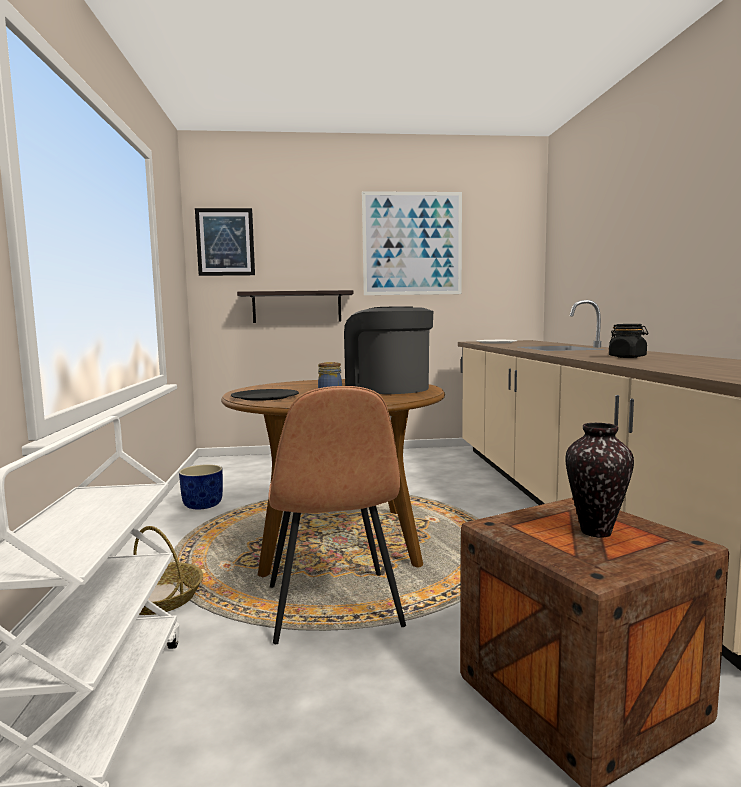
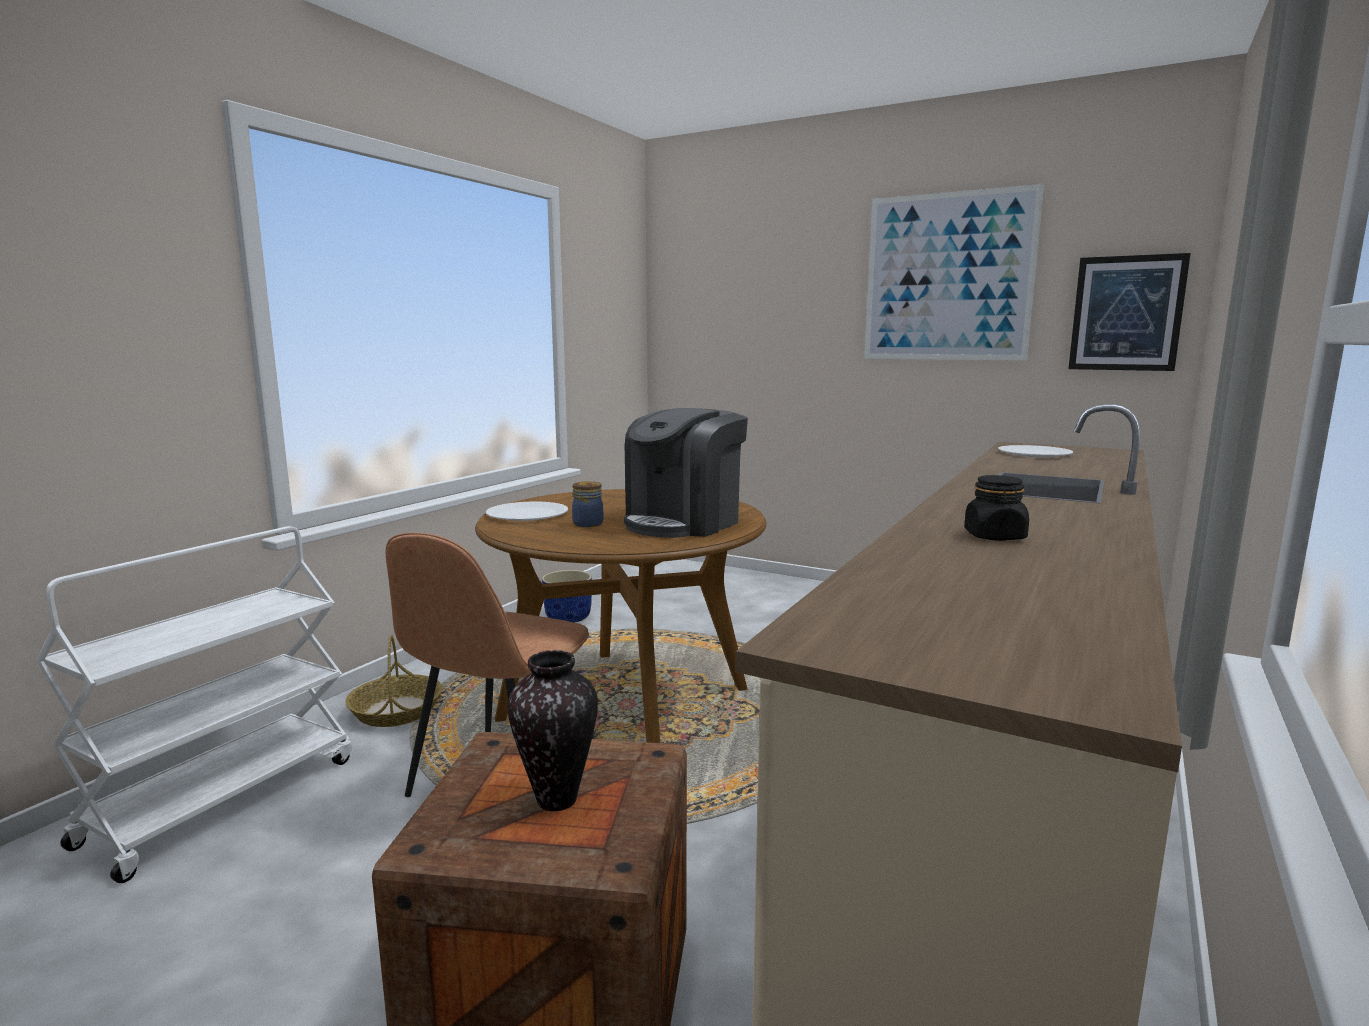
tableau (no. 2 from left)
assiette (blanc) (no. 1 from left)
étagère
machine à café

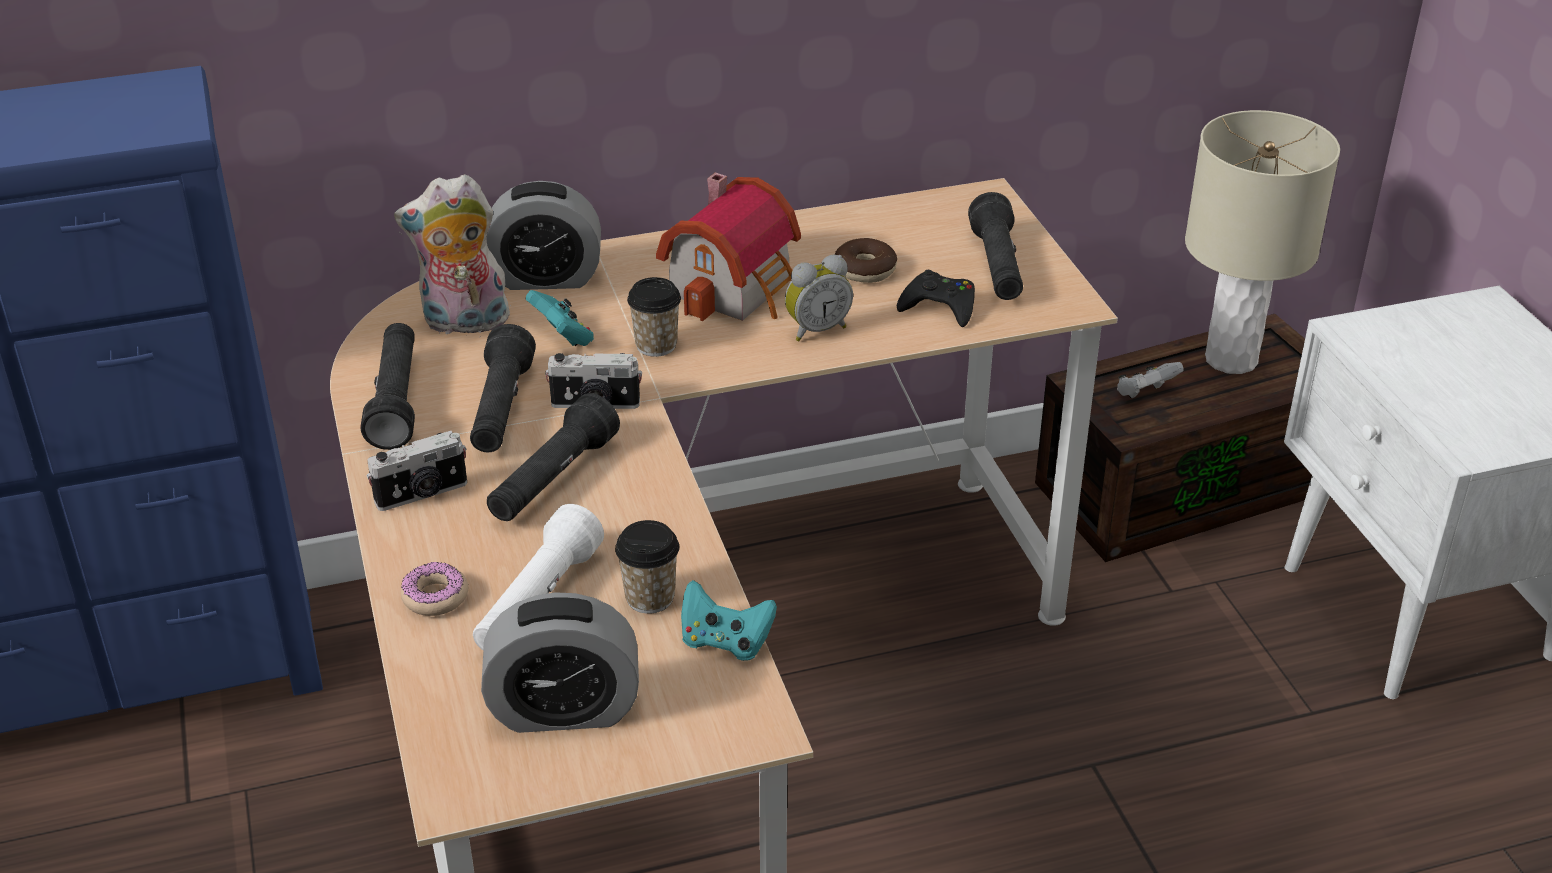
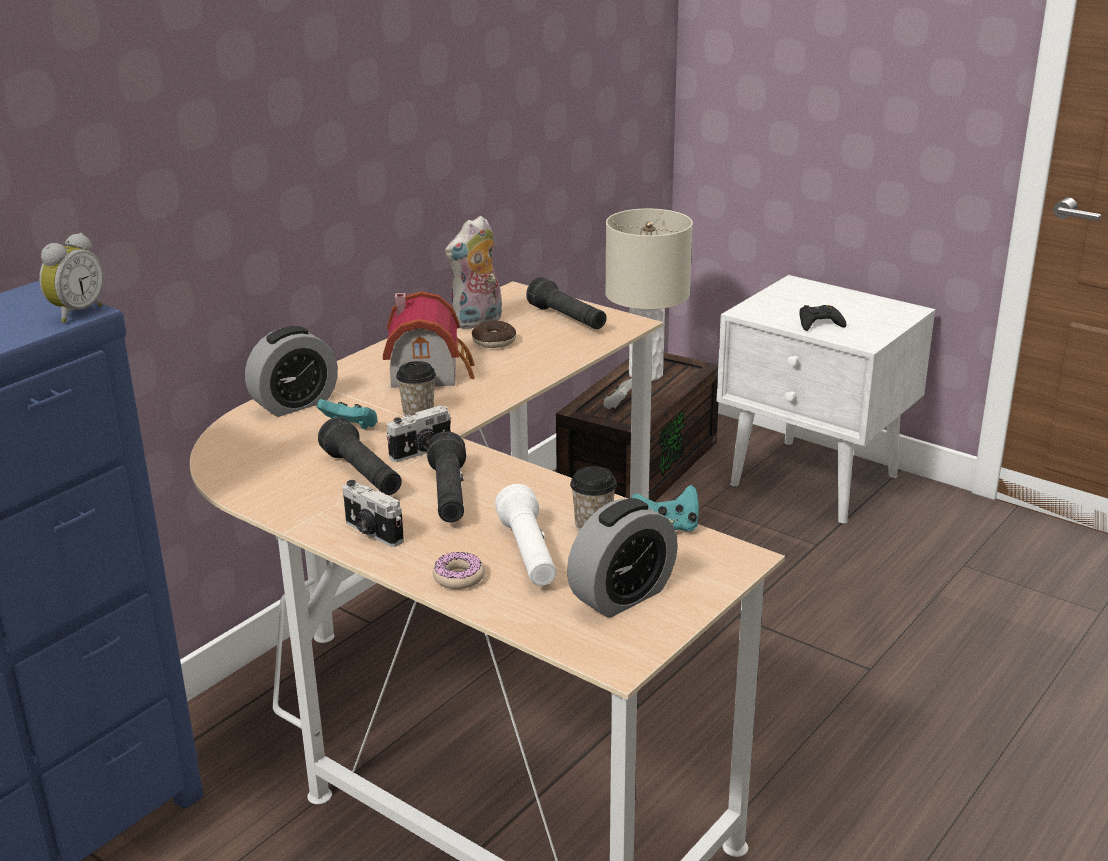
lampe de poche (noir) (no. 1 from left in the first image)
appareil photo (no. 1 from left)
peluche
réveil (no. 1 from left)
manette (noir)

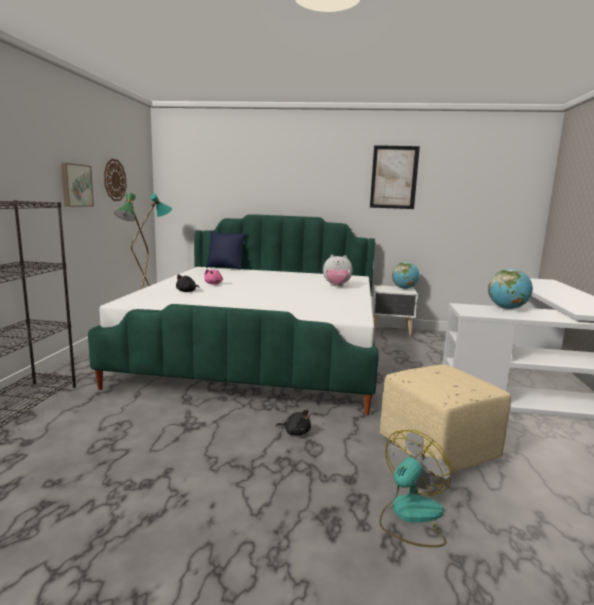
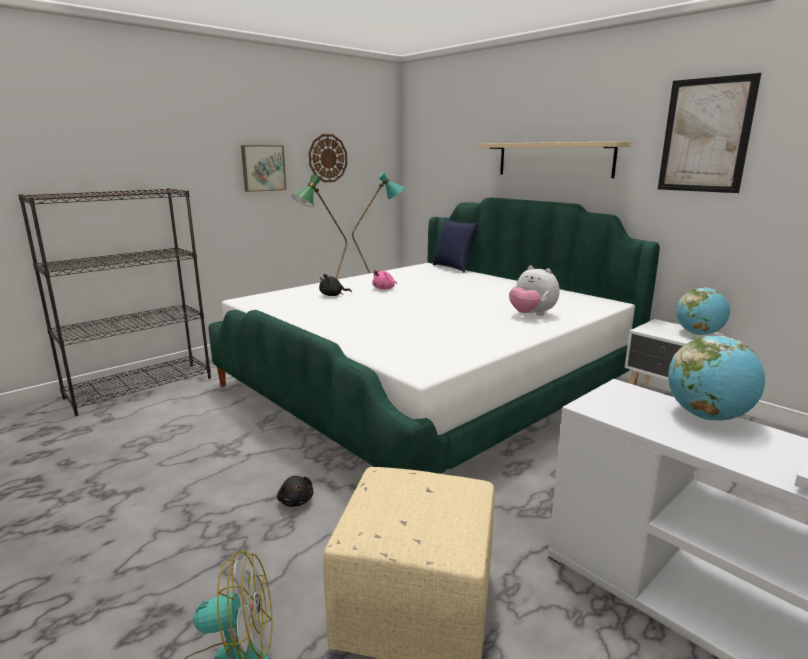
étagère (beige)

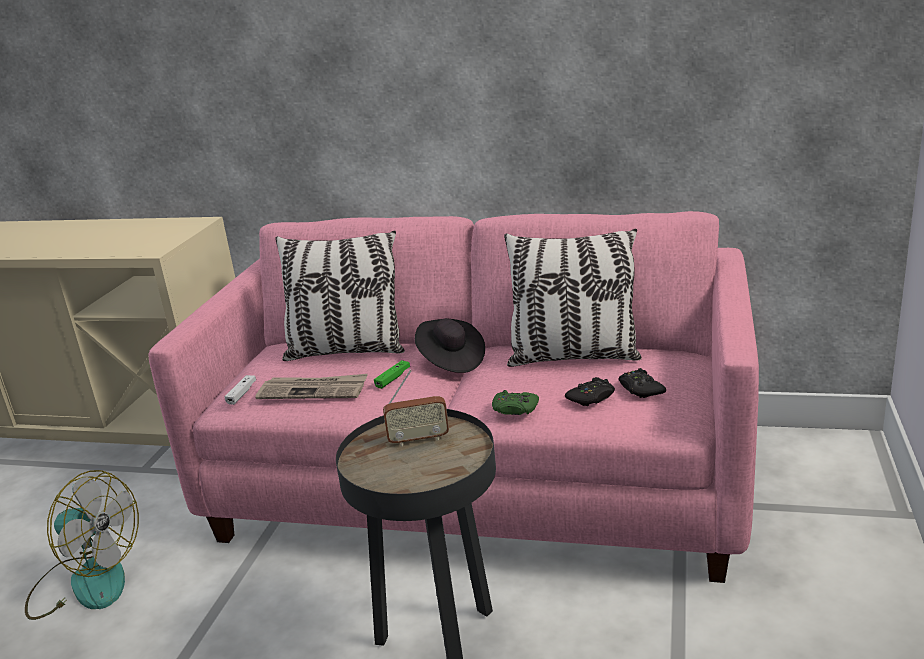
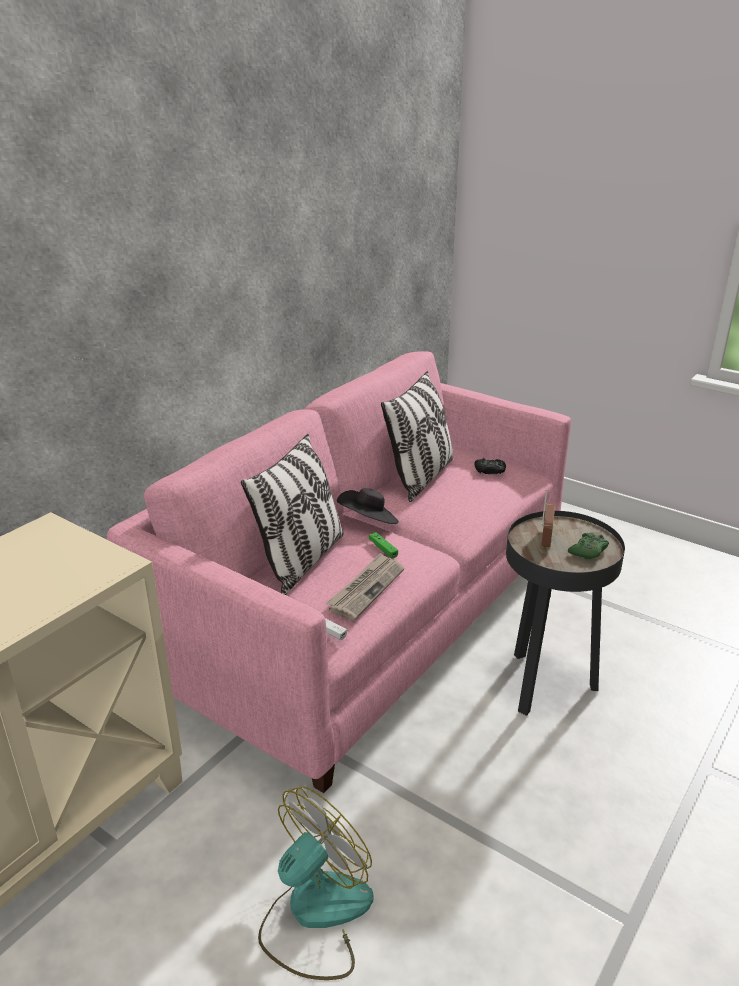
manette (vert) (no. 2 from left)
manette (noir) (no. 1 from left in the first image)

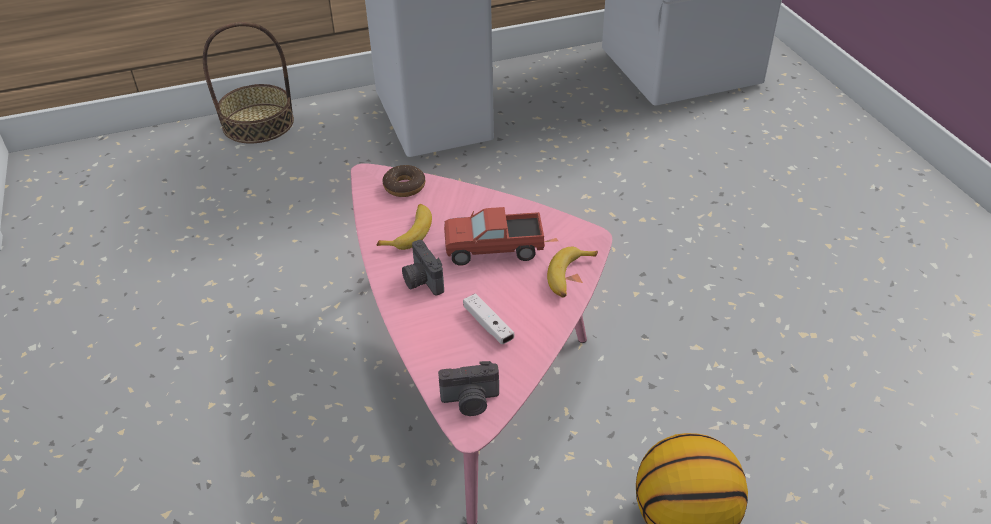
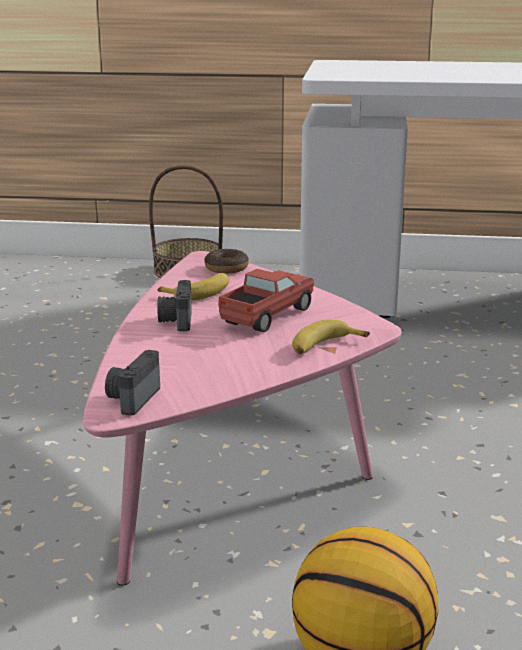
appareil photo (no. 1 from left)
camion jouet
manette (blanc)

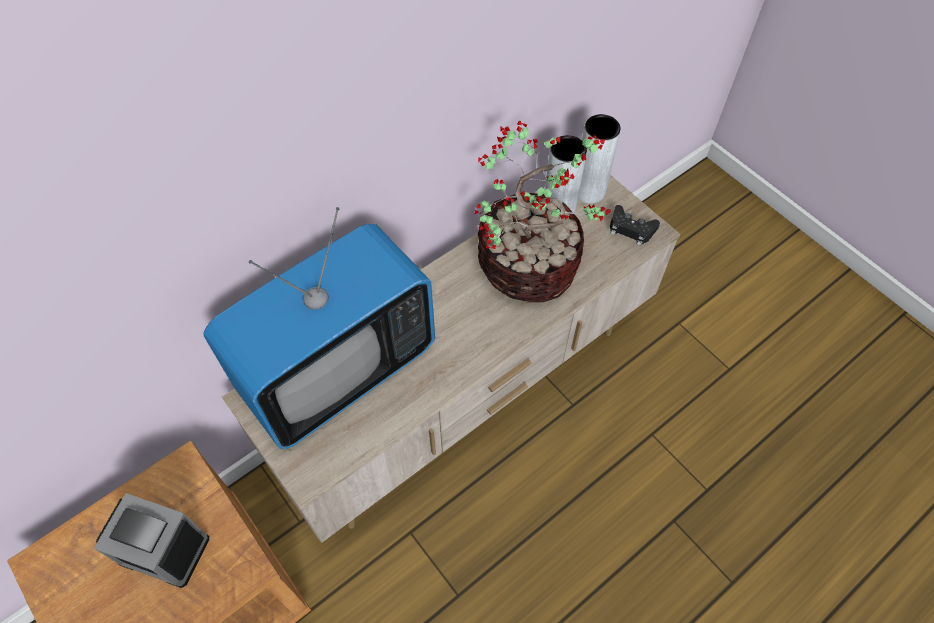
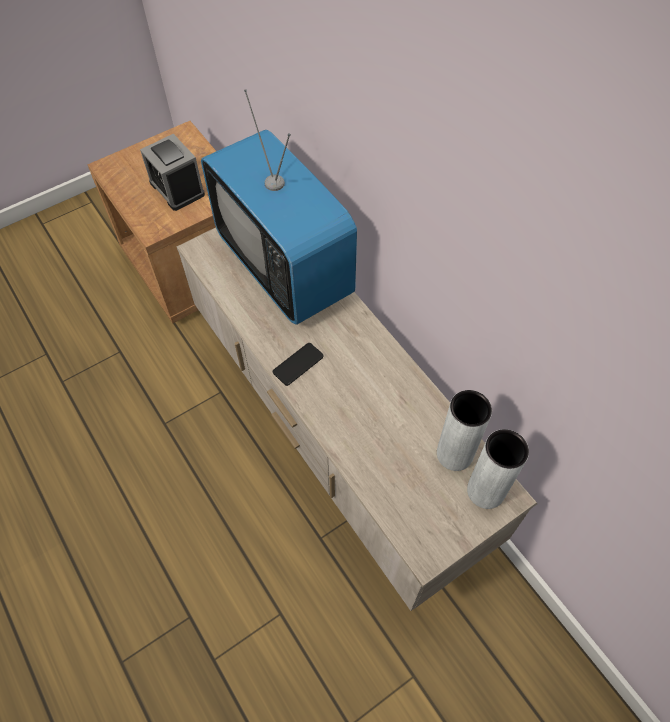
réveil
plante en pot
manette (noir)
téléphone

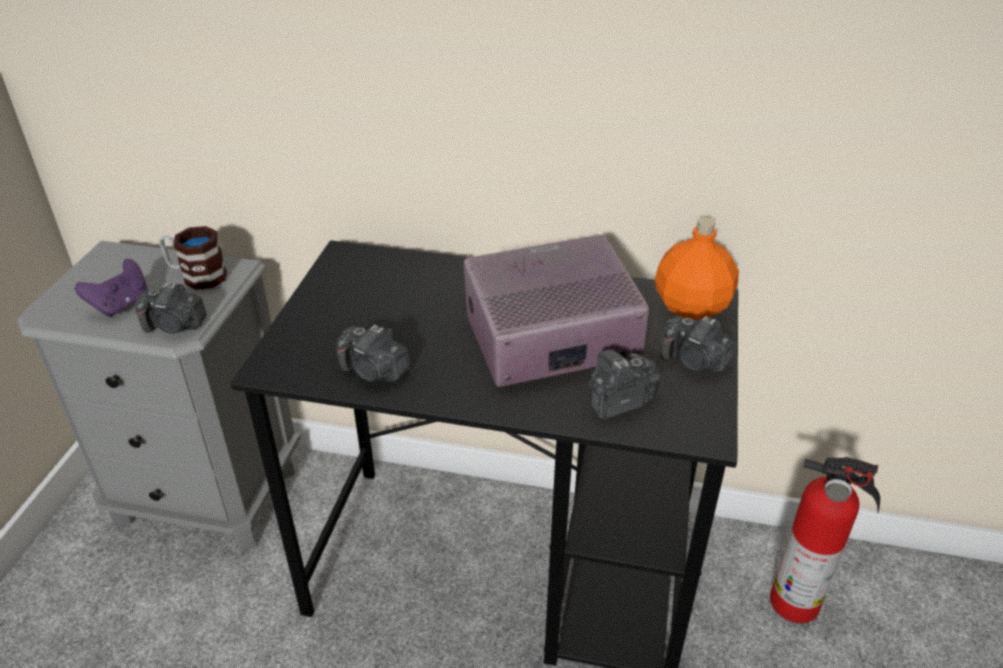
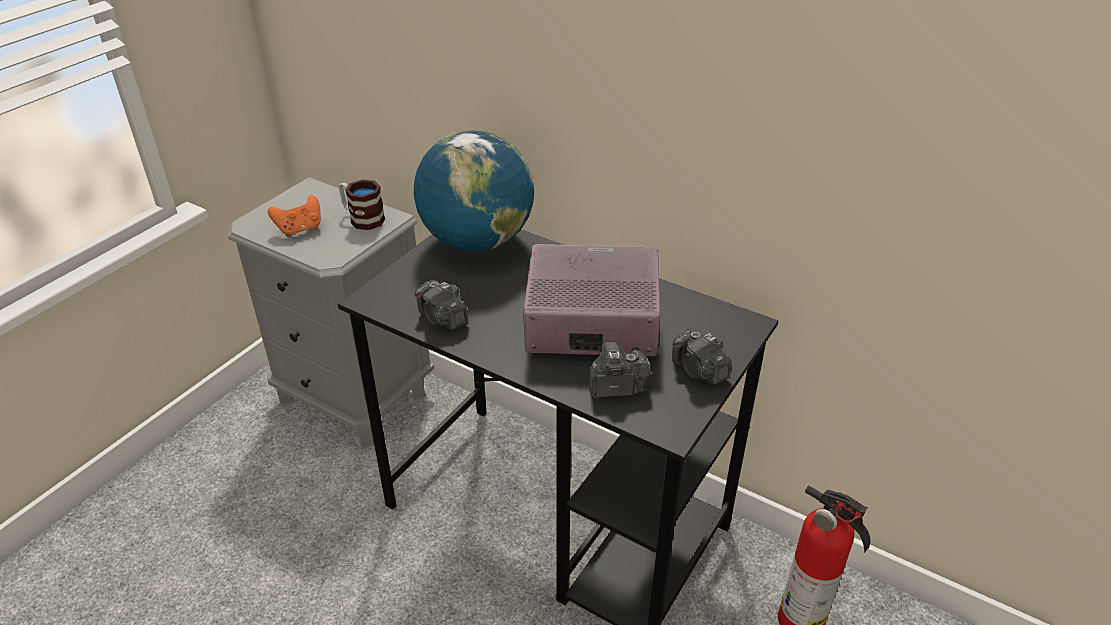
manette (orange)
appareil photo (no. 1 from left in the first image)
bouteille (orange)
globe

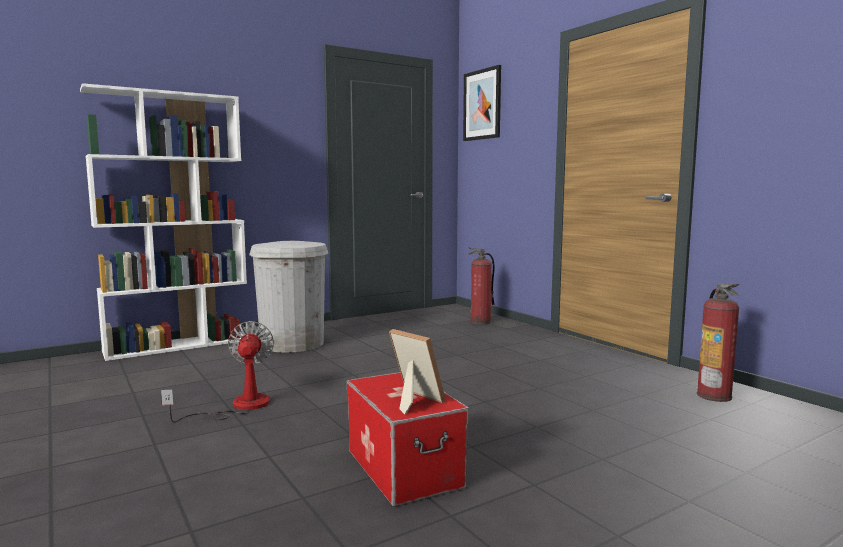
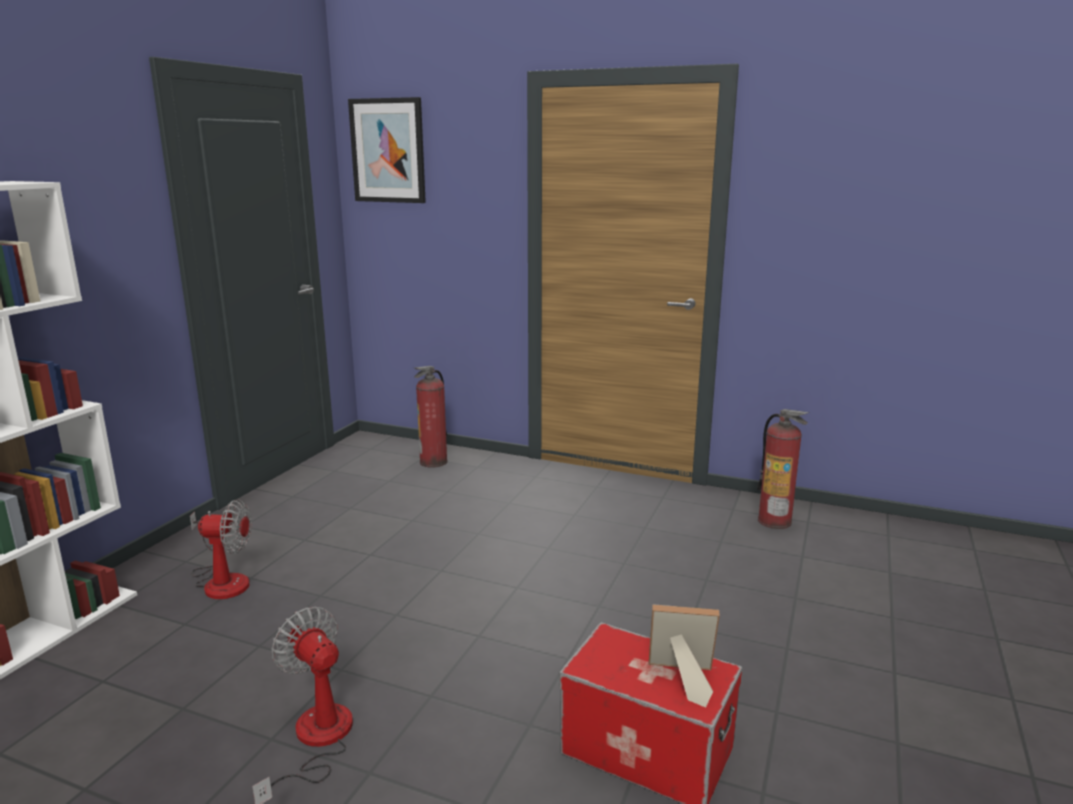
ventilateur (no. 1 from left)

